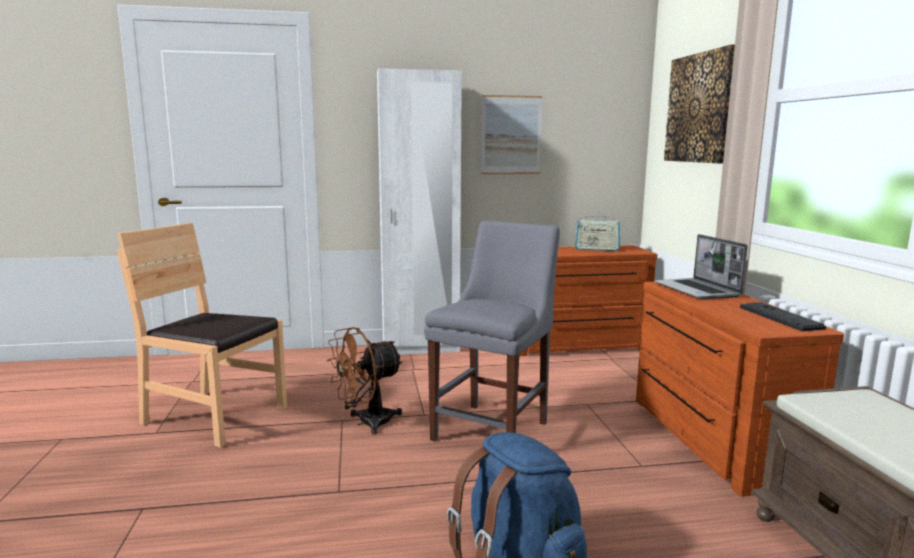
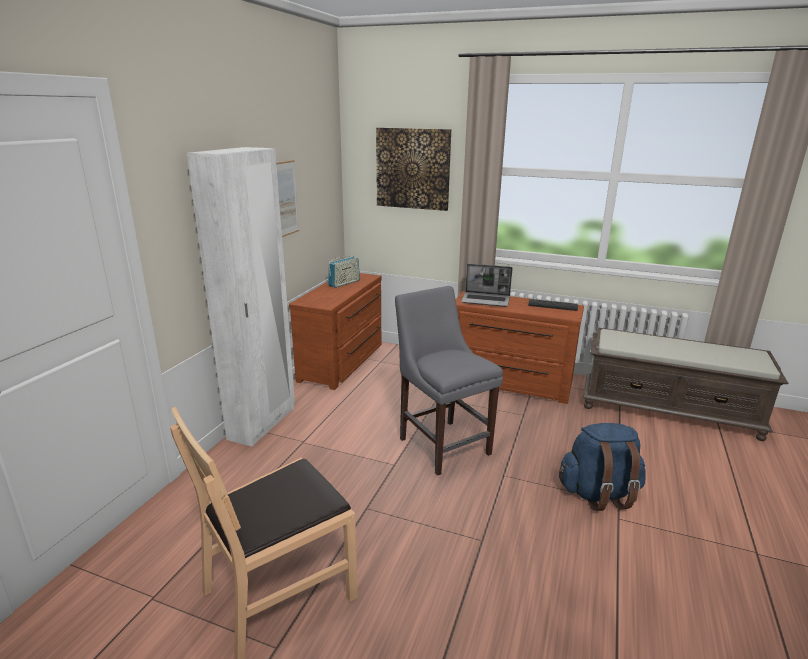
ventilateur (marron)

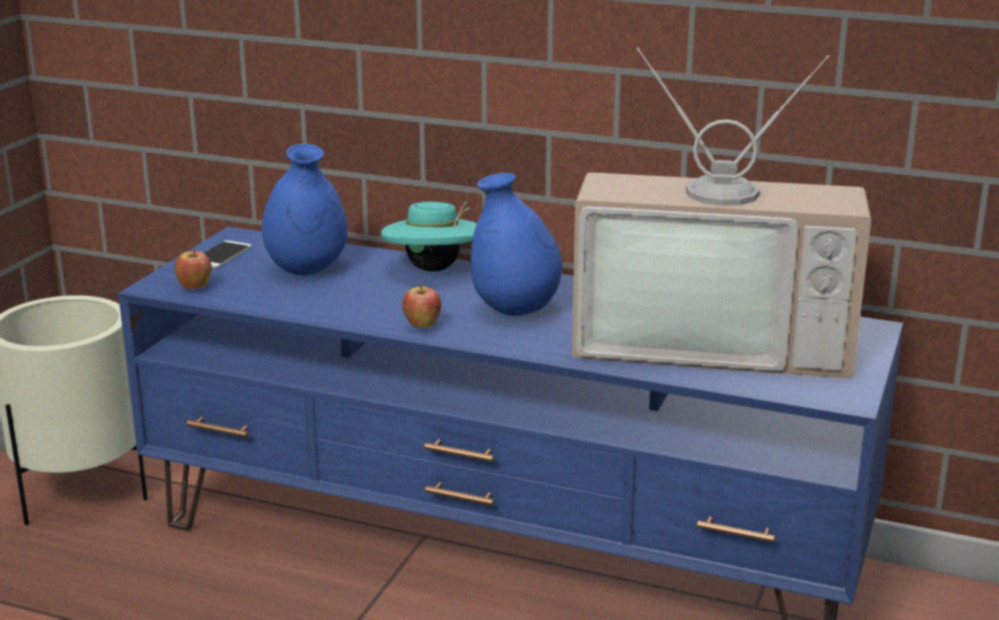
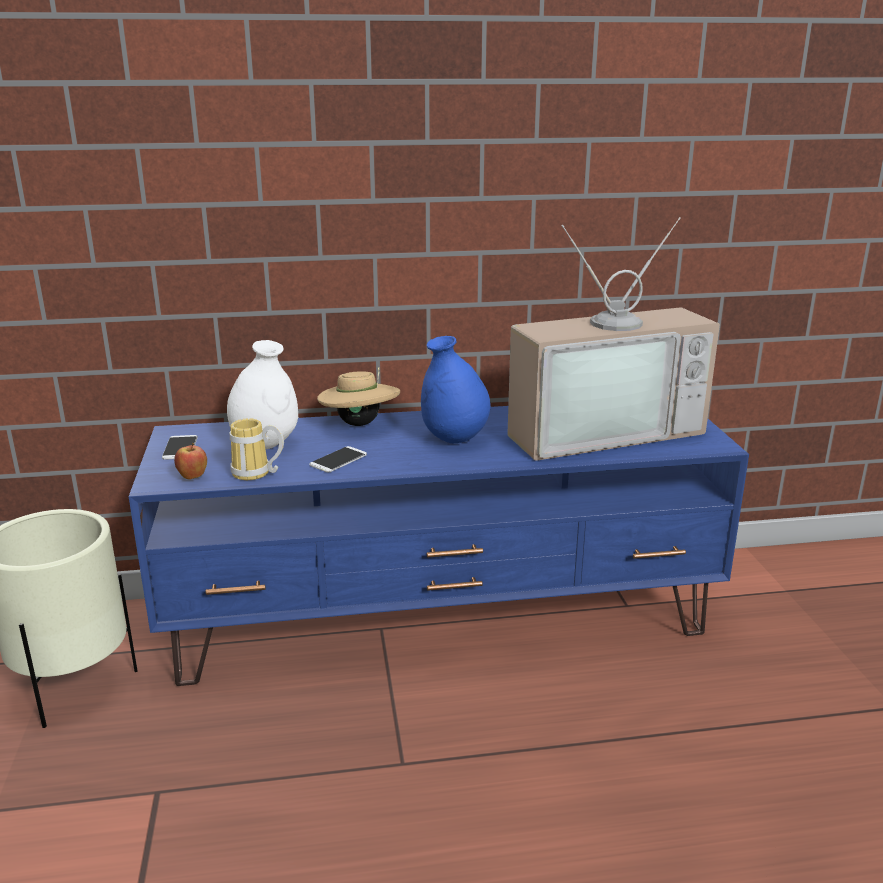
vase (blanc)
chapeau (beige)
pomme (no. 2 from left in the first image)
mug
téléphone (no. 2 from left)

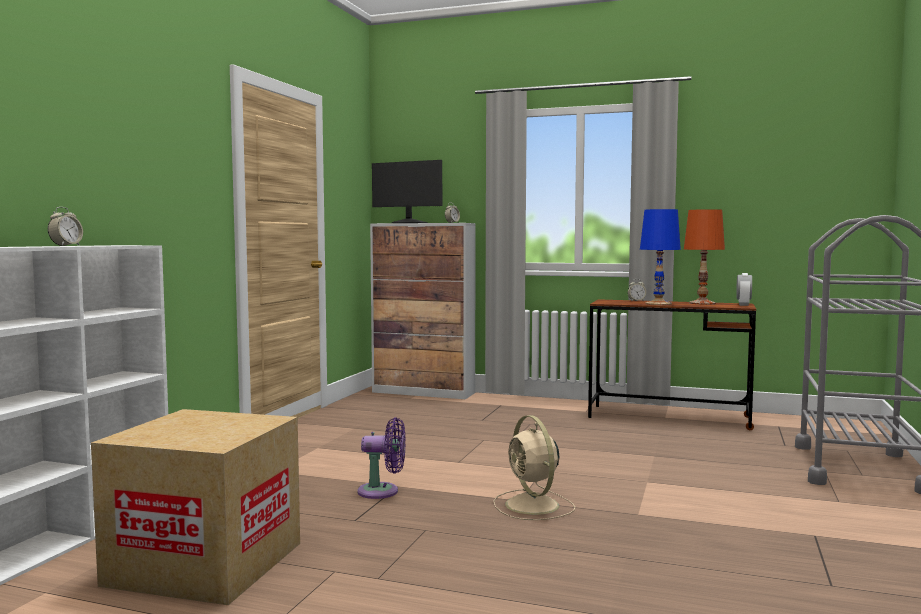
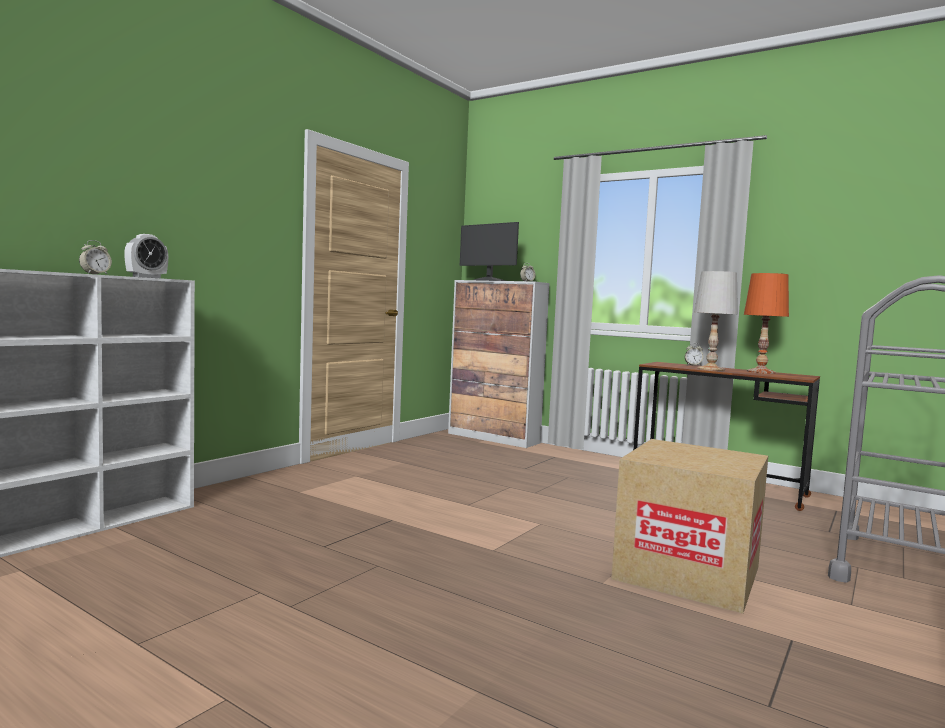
carton
ventilateur (violet)
ventilateur (beige)
lampe de table (blanc)
réveil (no. 2 from left)

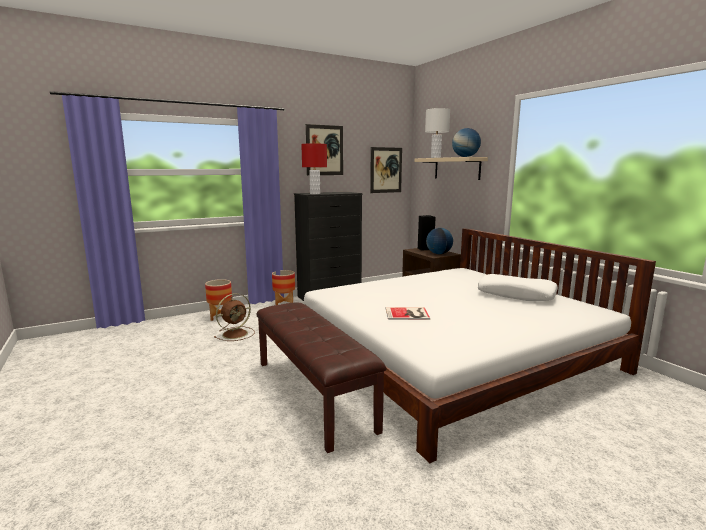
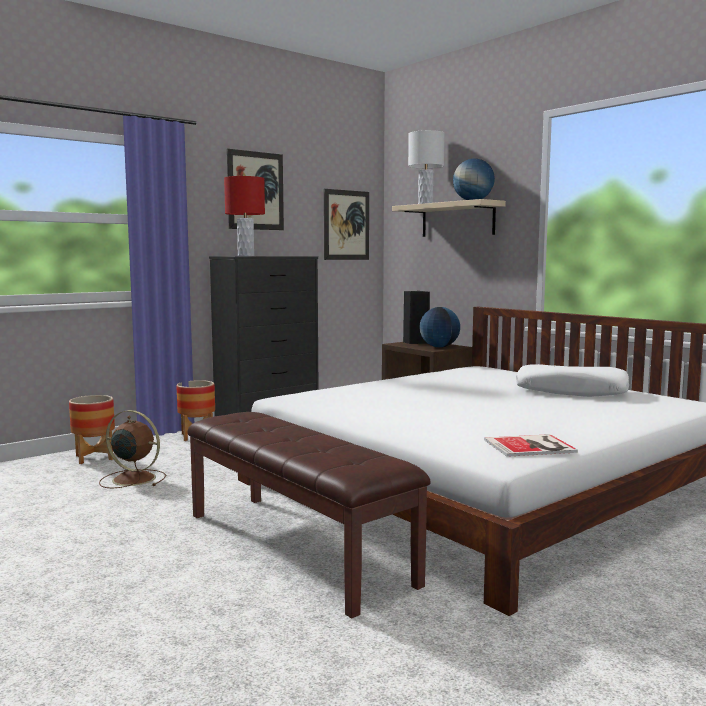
ventilateur (marron)
livre

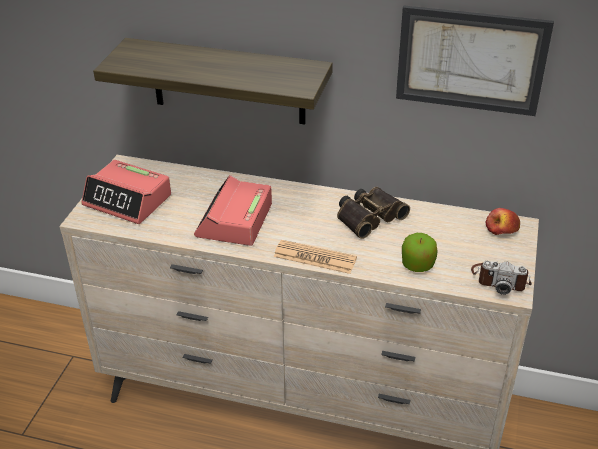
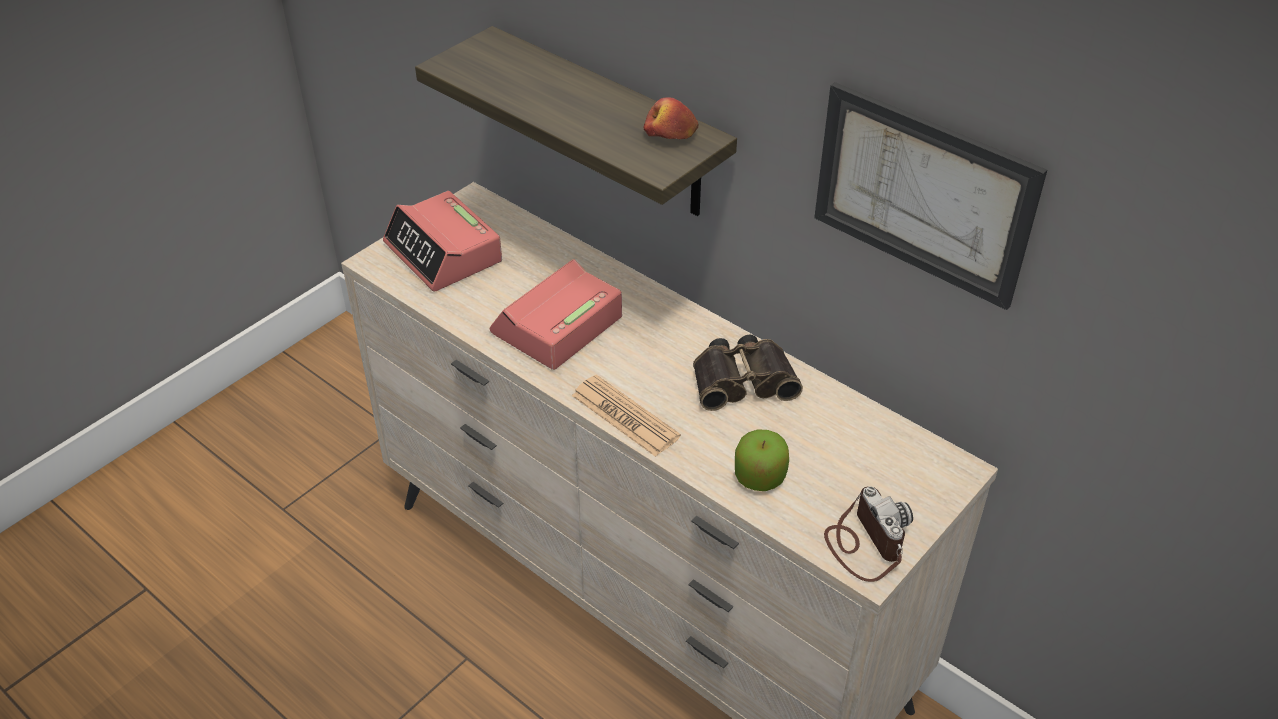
appareil photo
pomme (no. 1 from left)

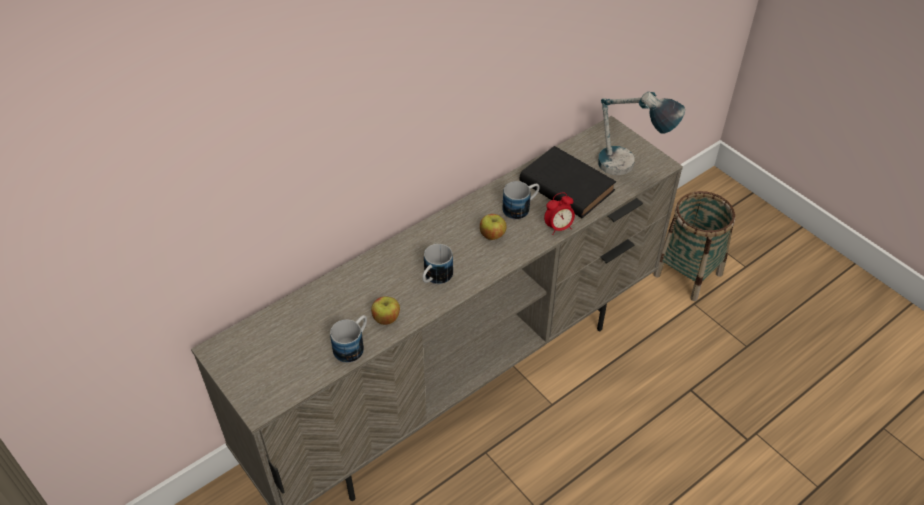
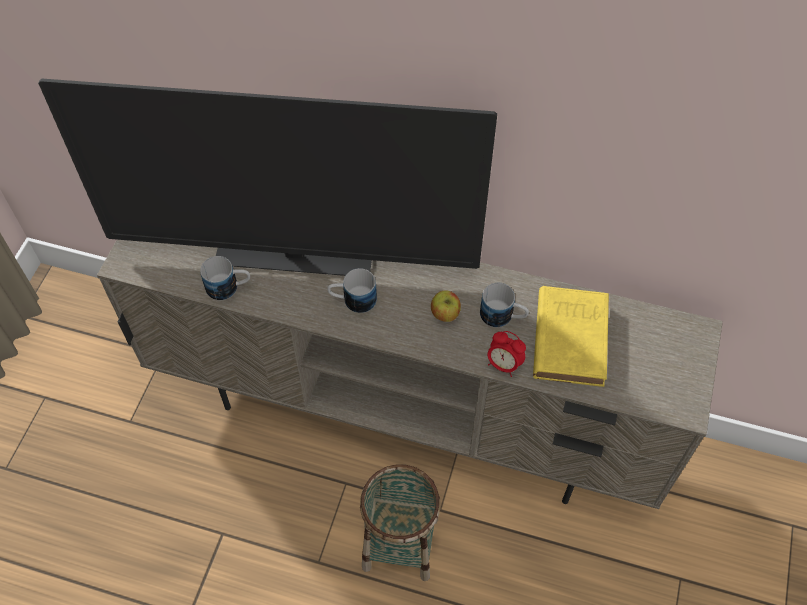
pomme (no. 1 from left in the first image)
livre (jaune)
lampe de table
panier
téléviseur

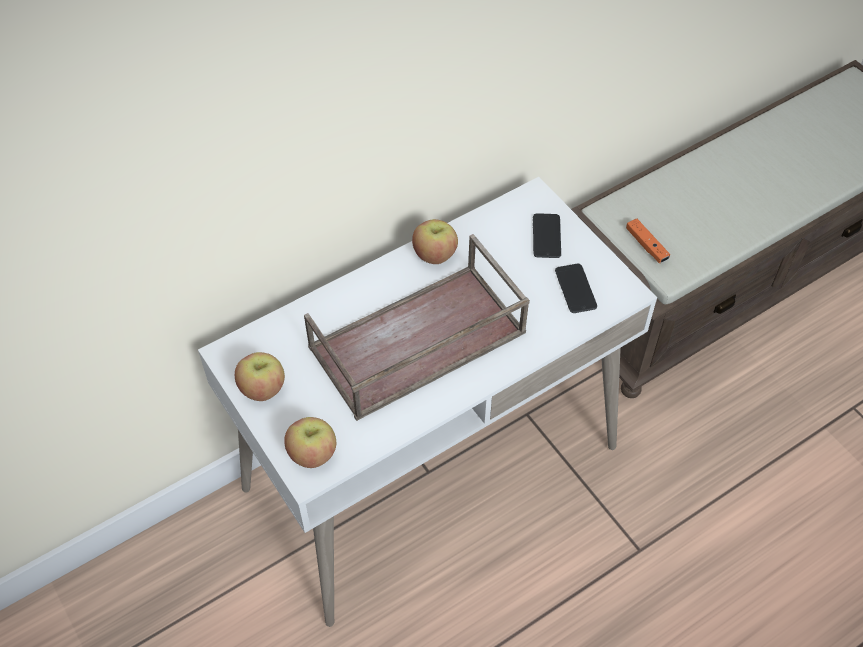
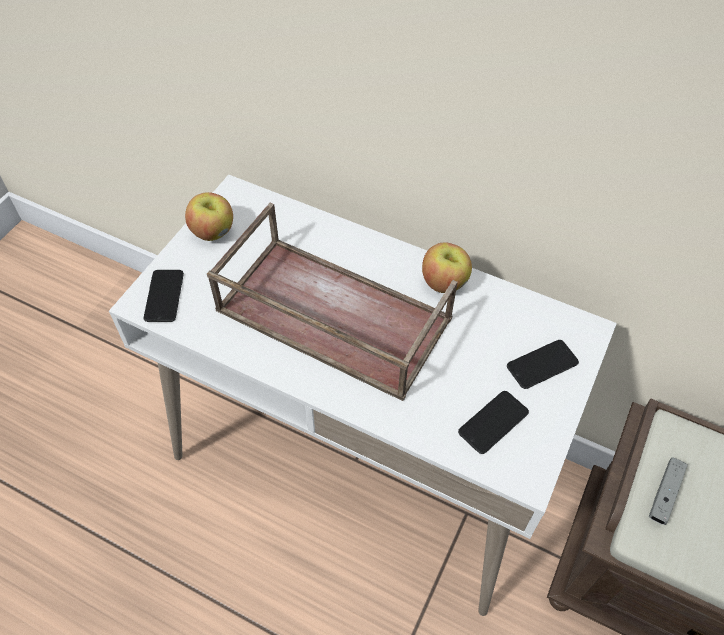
téléphone (no. 1 from left)
manette (gris)

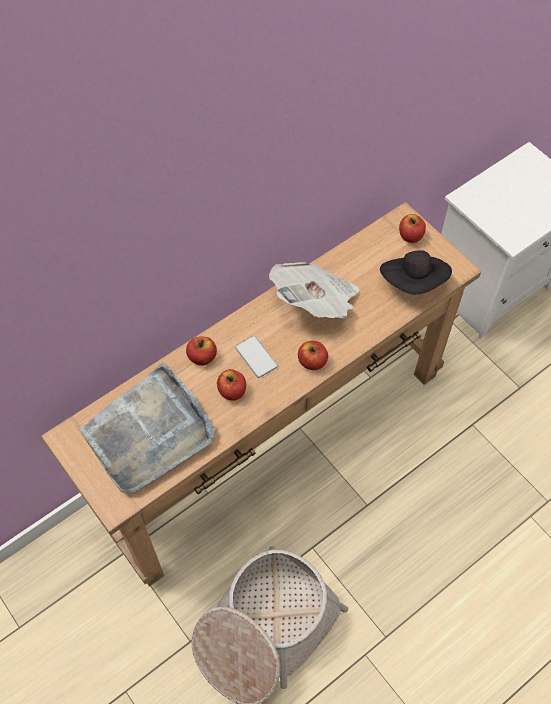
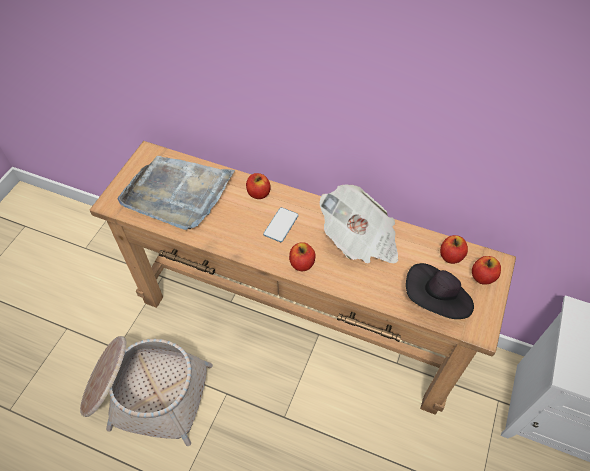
pomme (no. 3 from left)

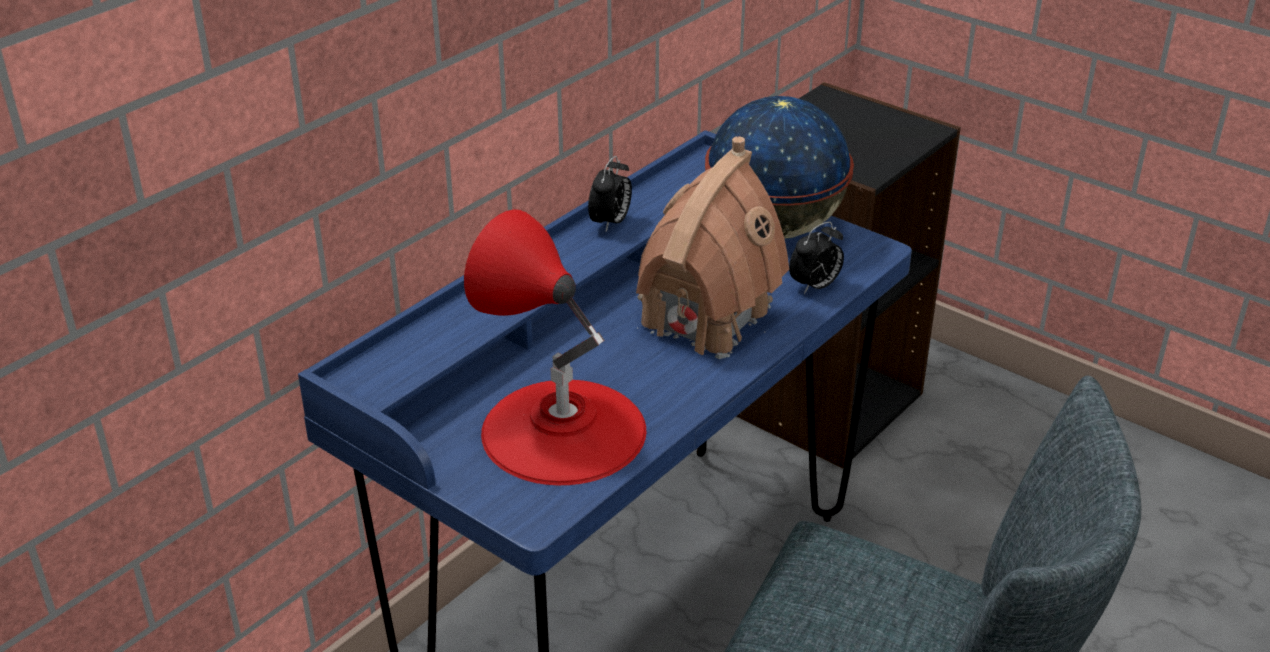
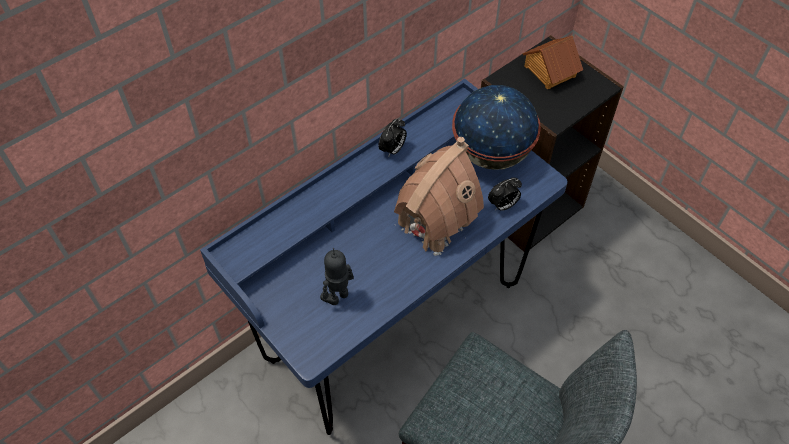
robot jouet
maison miniature (no. 2 from left)

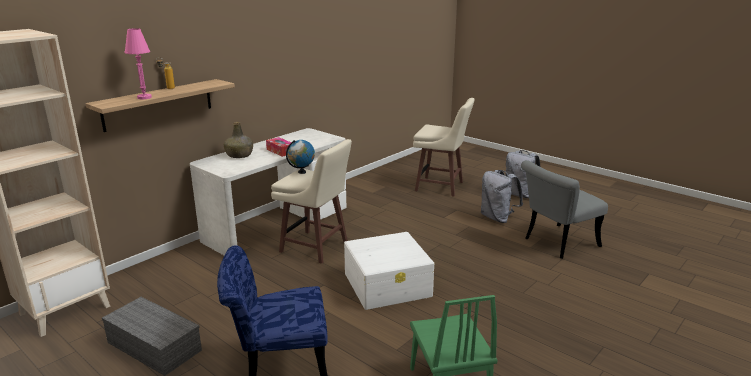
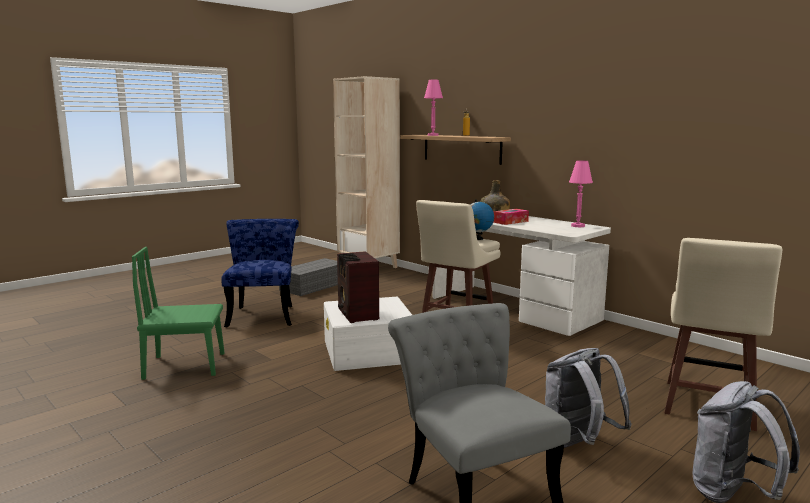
radio
lampe de table (rose) (no. 2 from left)

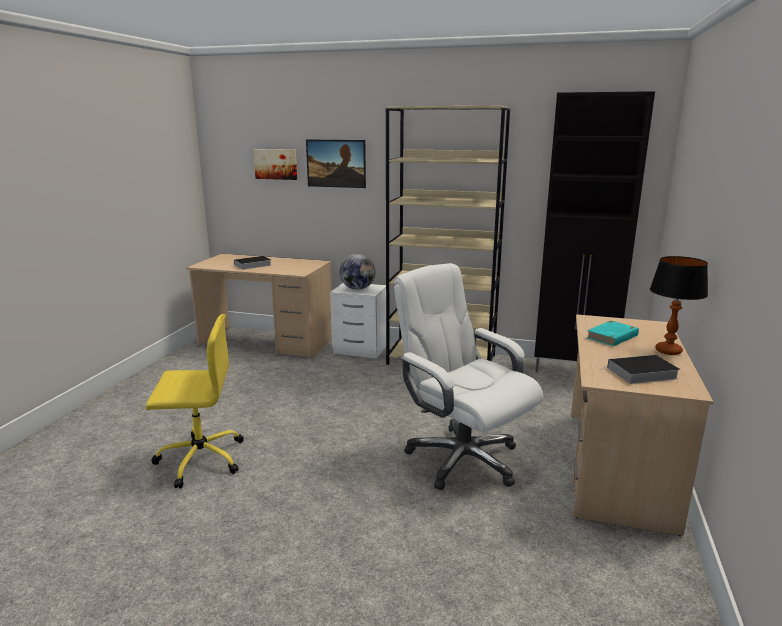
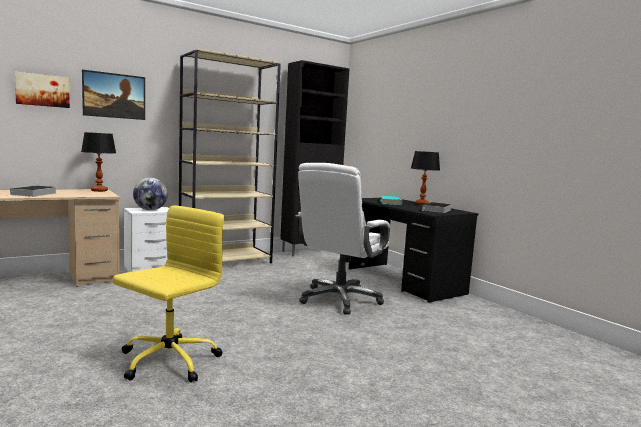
chaise de bureau (blanc)
bureau (noir)
lampe de table (no. 1 from left)

